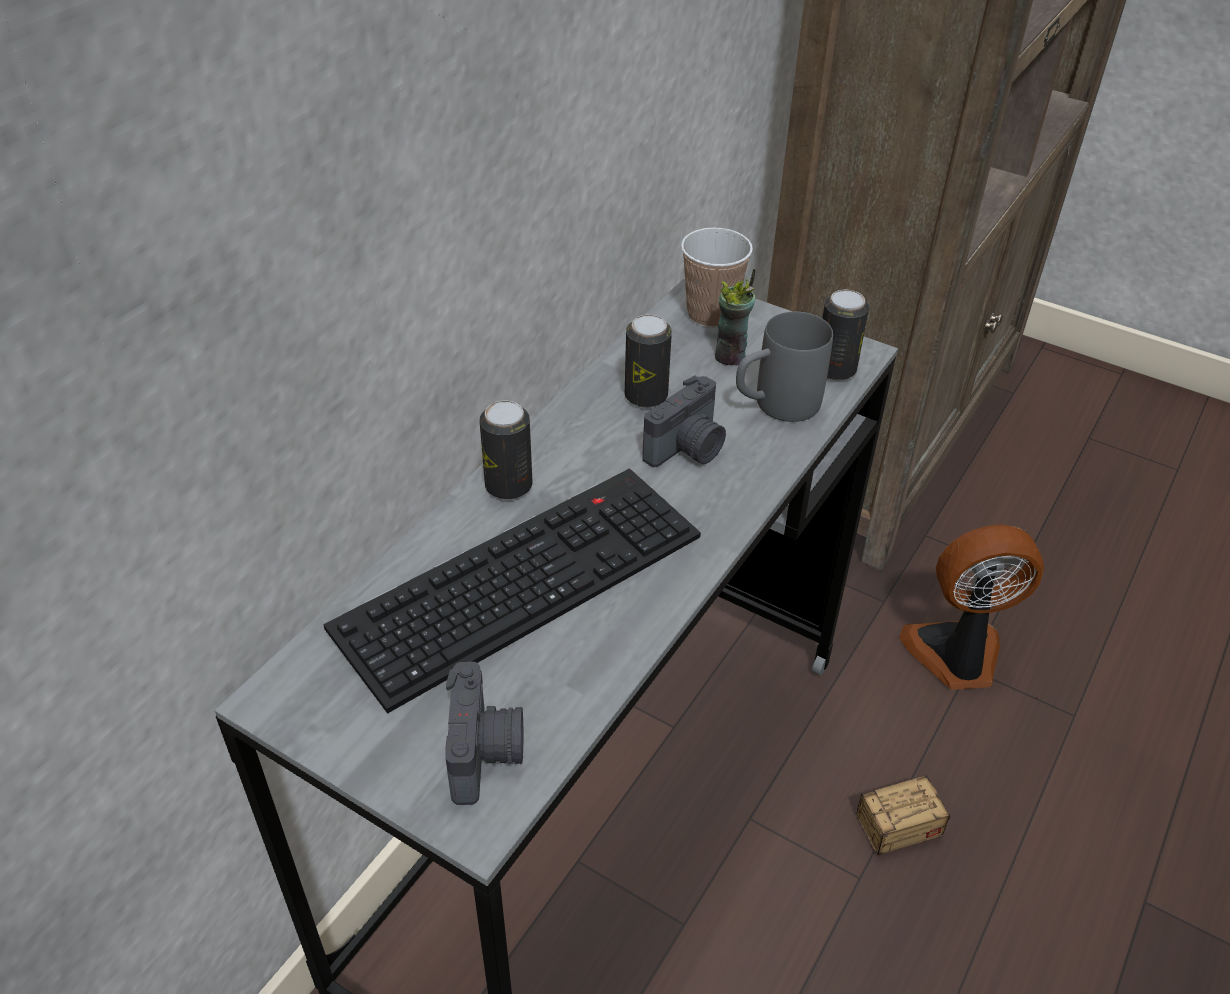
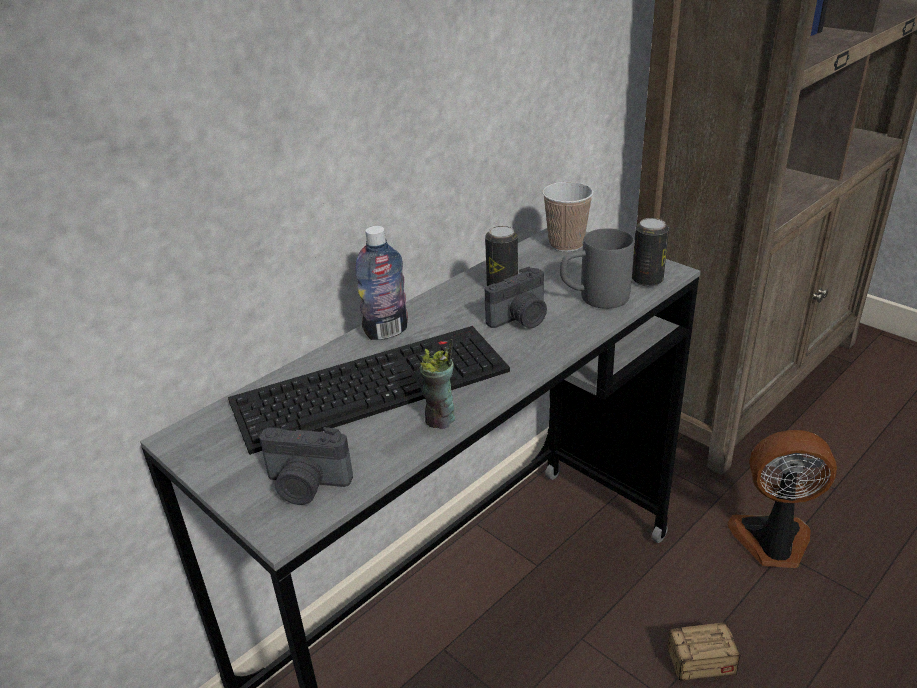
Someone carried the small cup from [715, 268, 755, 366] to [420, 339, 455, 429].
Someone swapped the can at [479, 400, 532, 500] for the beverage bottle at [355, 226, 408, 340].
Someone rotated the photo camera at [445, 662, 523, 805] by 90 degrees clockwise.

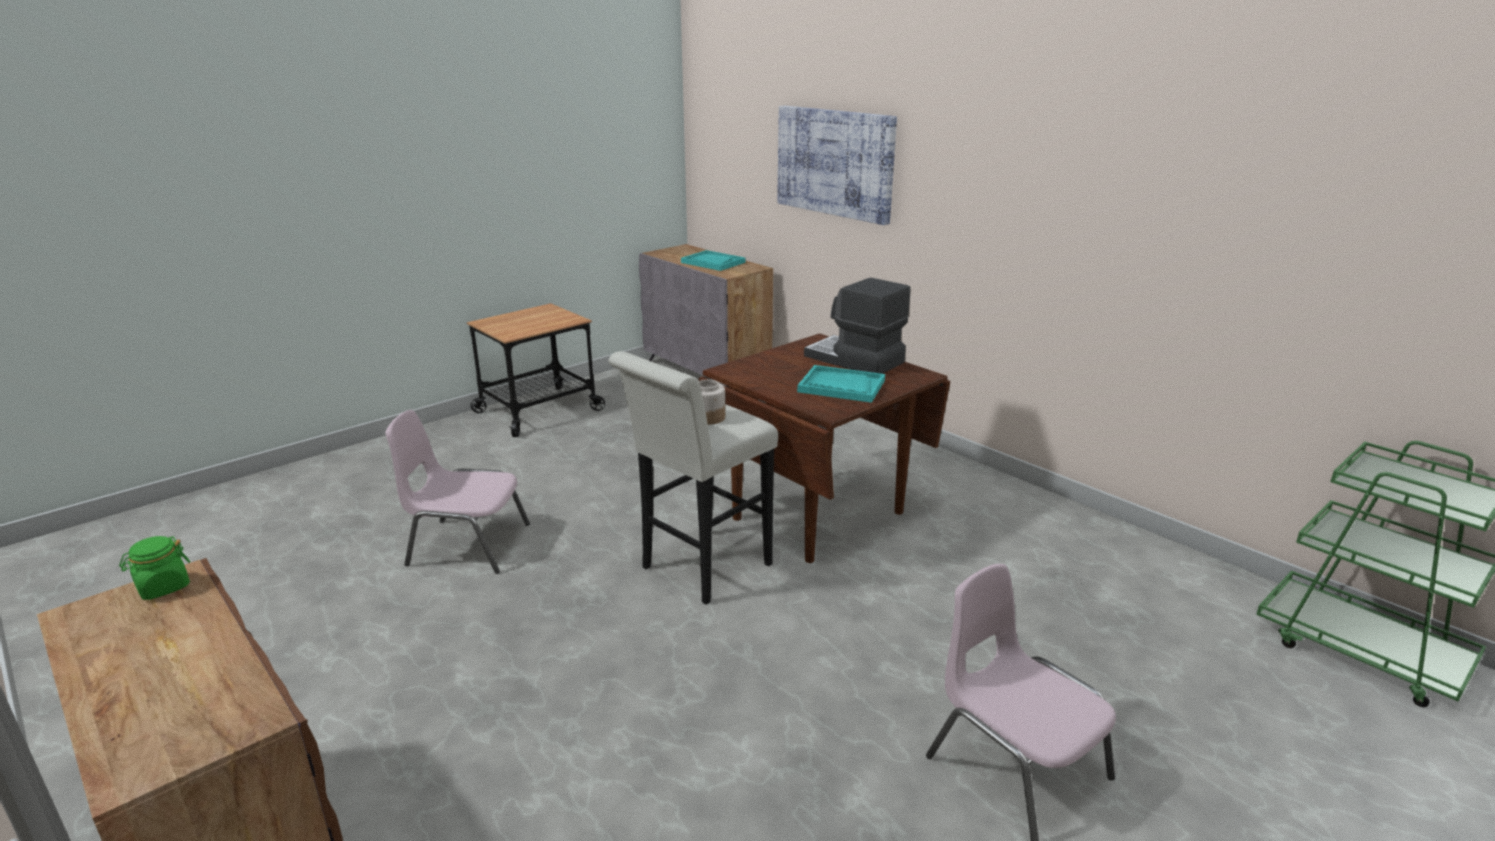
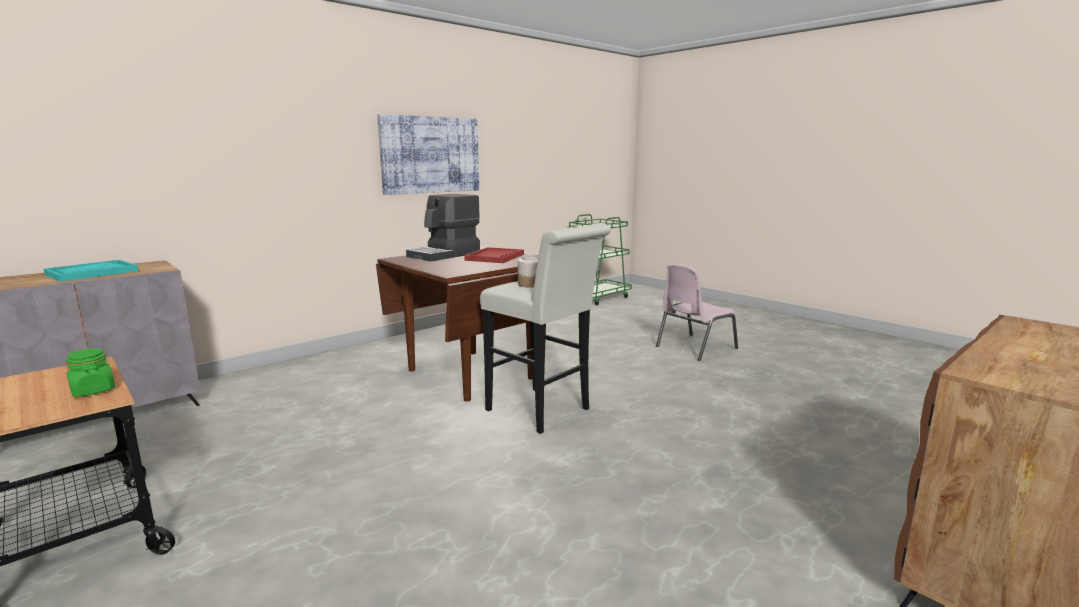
Someone took away the pinkish chair at [385, 410, 530, 574].
Someone carried the green preserve jar from [119, 536, 190, 600] to [66, 348, 115, 397].
Someone carried the picture from [777, 106, 897, 225] to [377, 114, 479, 195].
Someone repainted the turquoise-coloured carrying tray at [797, 365, 885, 403], which became the red-coloured carrying tray at [464, 247, 524, 263].

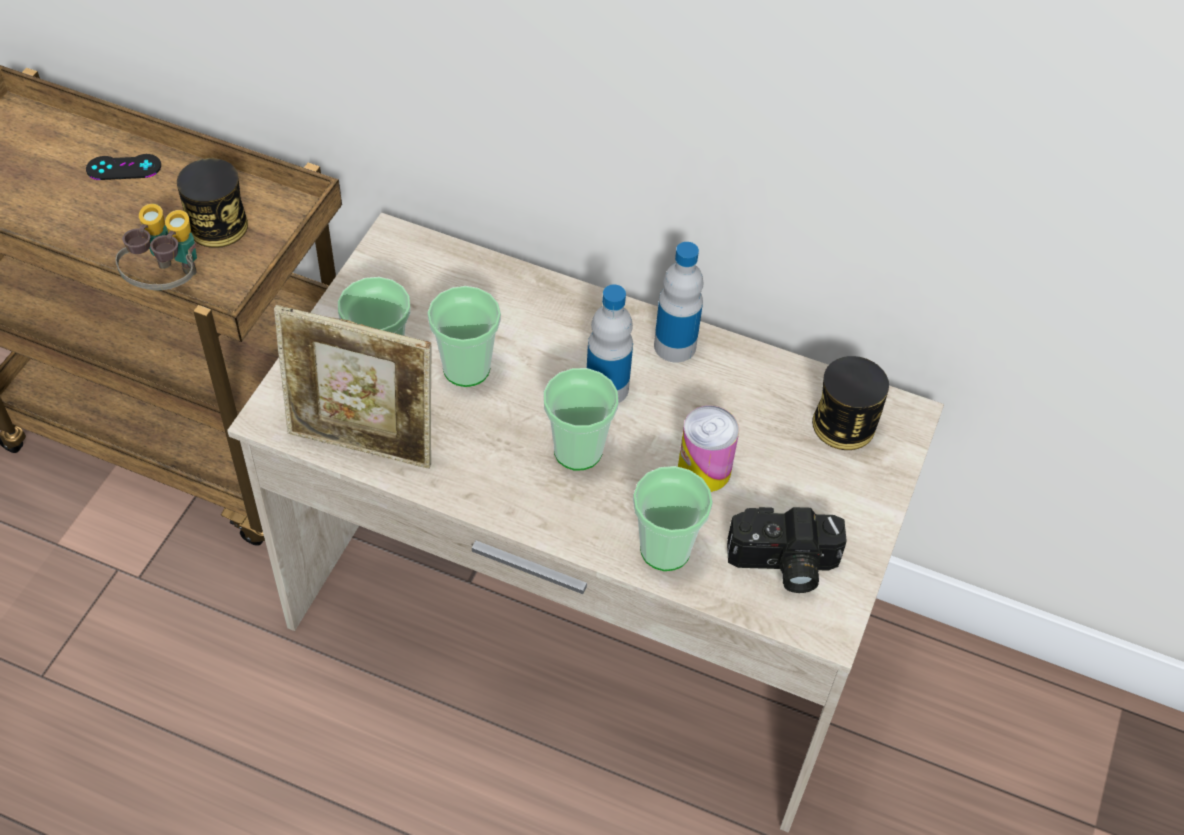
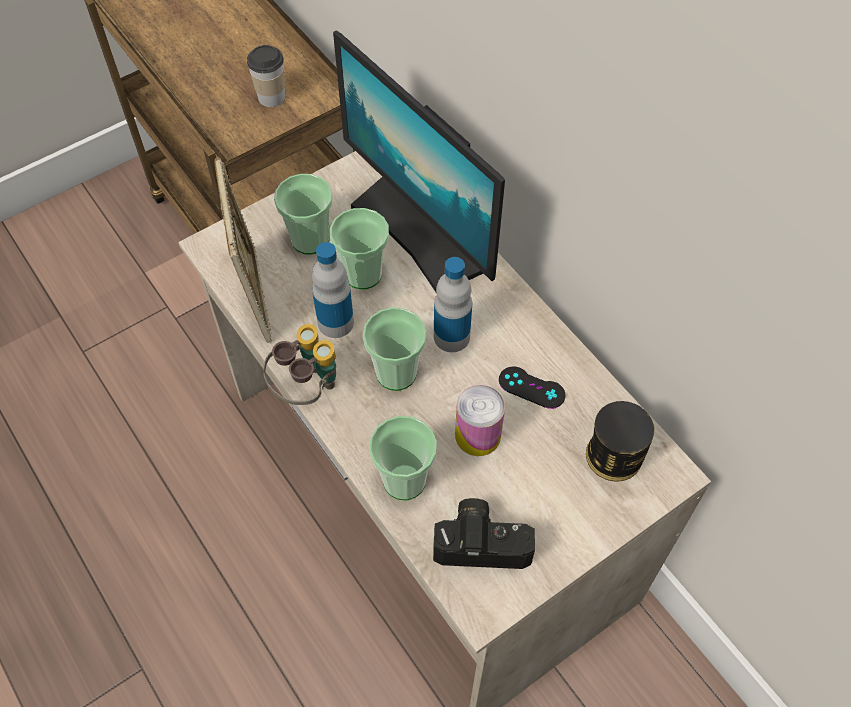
Someone put down the computer screen at [333, 31, 505, 292].
Someone carried the black-coloured joypad from [86, 154, 161, 180] to [499, 367, 565, 409].
Someone carried the pair of binoculars from [115, 204, 197, 290] to [263, 324, 336, 405].
Someone carried the beverage bottle from [654, 242, 704, 363] to [312, 242, 354, 338].
Someone swapped the can at [177, 158, 248, 248] for the small cup at [247, 45, 285, 107].
Someone rotated the standing frame at [274, 305, 432, 468] by 150 degrees counterclockwise.
Someone rotated the photo camera at [727, 507, 847, 593] by 150 degrees clockwise.

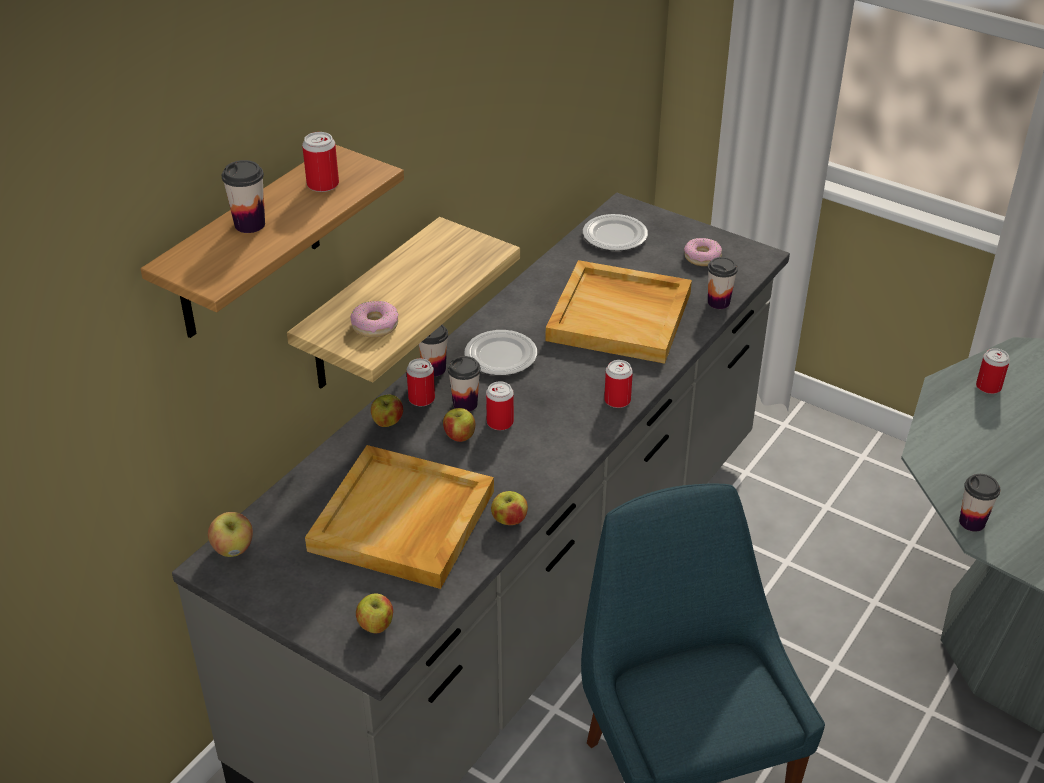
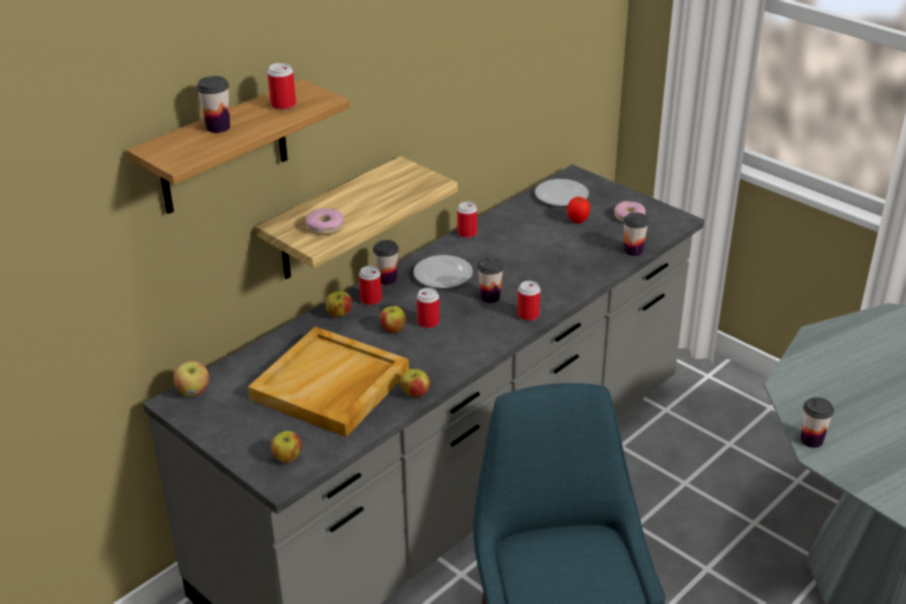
Someone took away the sand-coloured carrying tray at [546, 260, 692, 364].
Someone put down the tomato at [567, 197, 590, 223].
Someone carried the small cup from [448, 356, 481, 412] to [477, 257, 504, 303].
Someone carried the can from [976, 348, 1010, 394] to [457, 201, 477, 238].

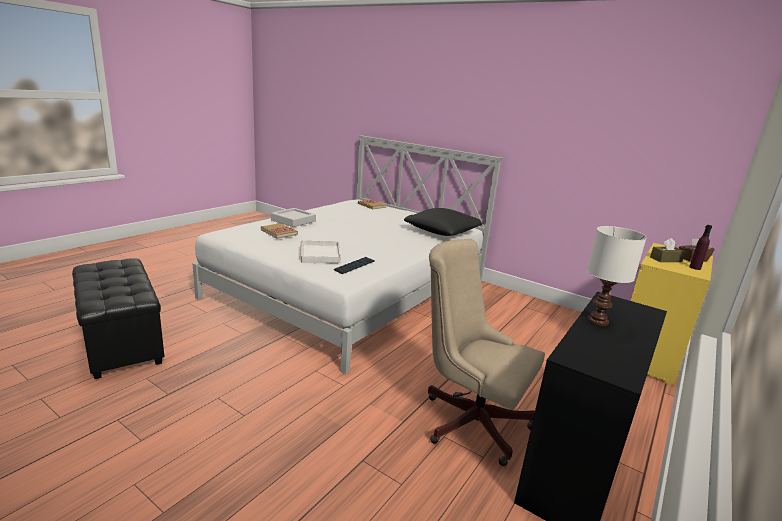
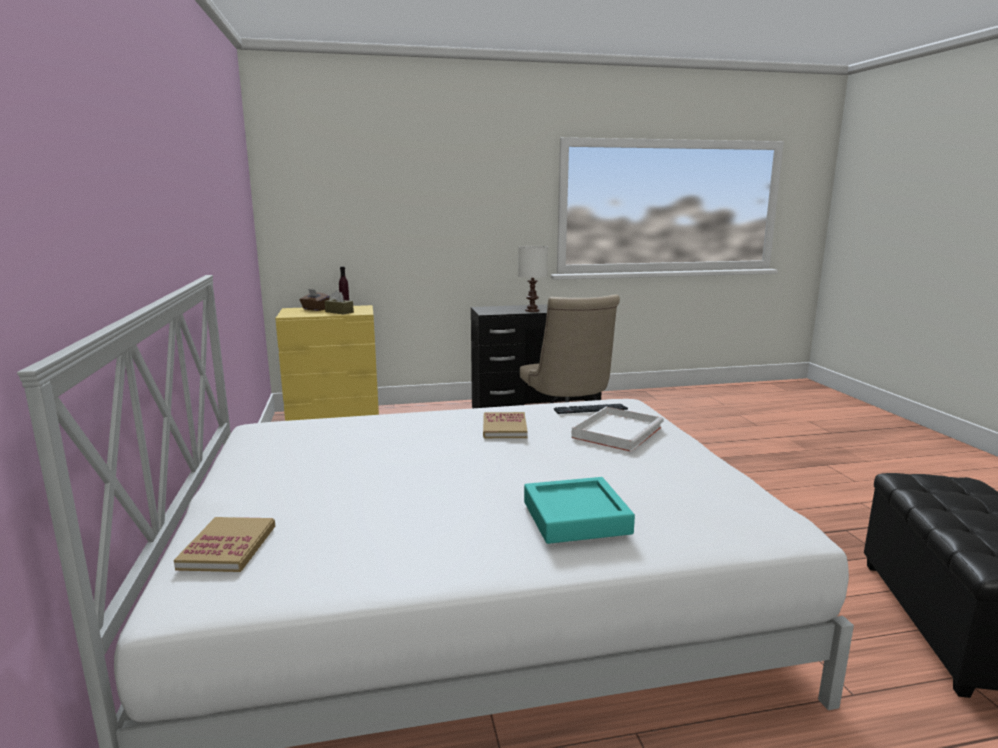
Someone took away the black-coloured throw pillow at [404, 208, 482, 236].
Someone carried the book from [261, 223, 298, 239] to [483, 412, 527, 438].
Someone repainted the greyish carrying tray at [271, 208, 316, 227], which became the turquoise-coloured carrying tray at [524, 477, 635, 544].

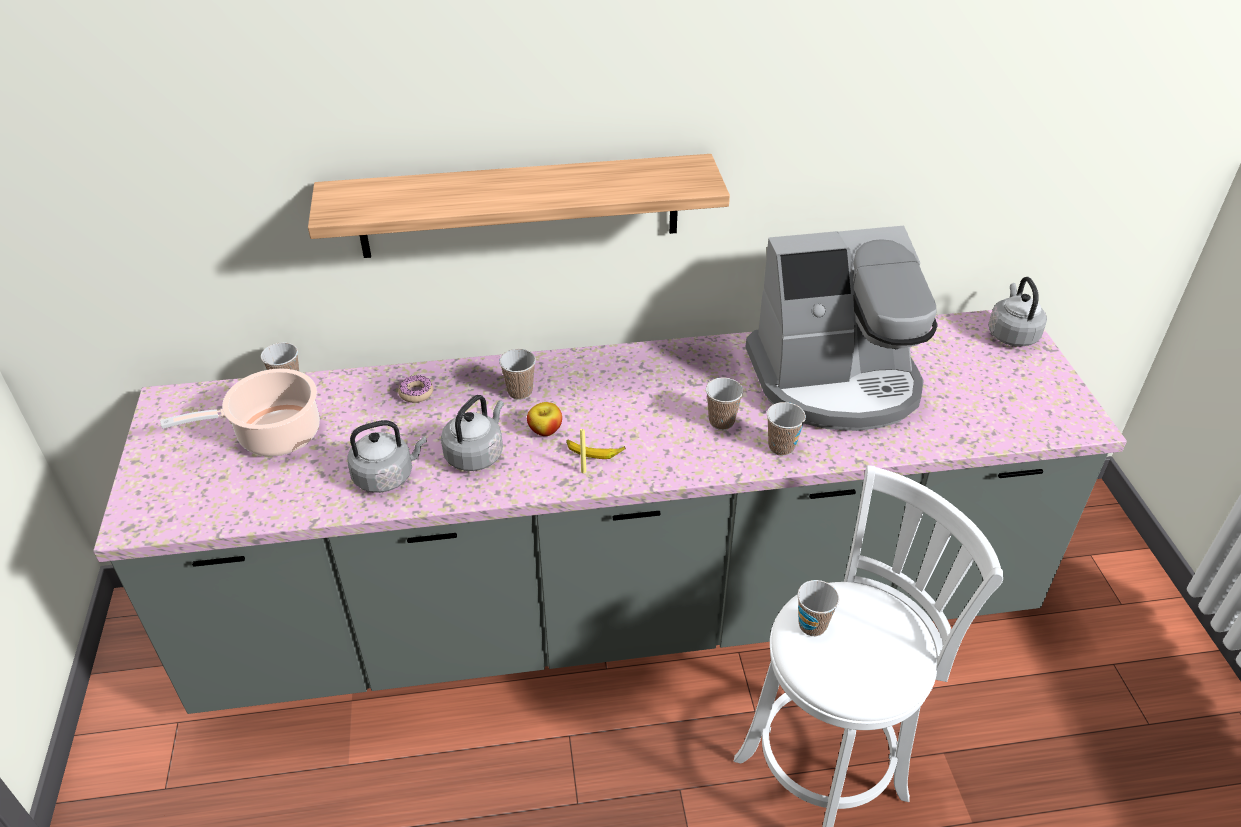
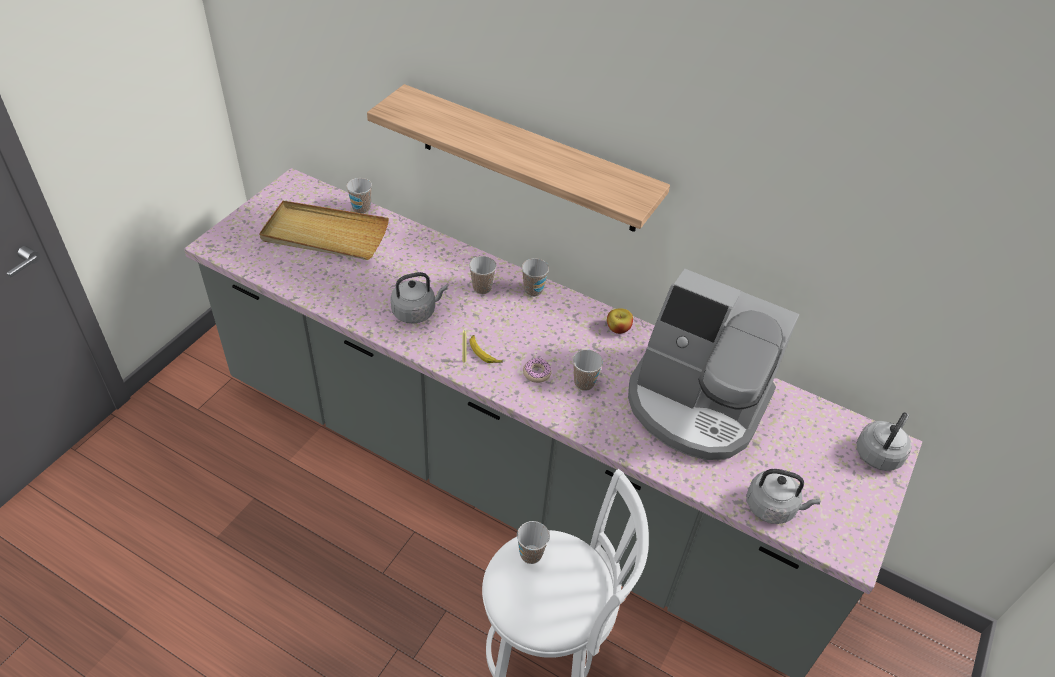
Someone carried the greyish kettle from [347, 420, 427, 493] to [747, 469, 820, 524].
Someone carried the ring doughnut from [398, 375, 433, 403] to [523, 358, 552, 383].
Someone carried the apple from [527, 402, 562, 436] to [607, 308, 633, 334].
Someone carried the small cup from [767, 402, 806, 456] to [522, 258, 549, 297].
Someone swapped the cooking pot at [160, 368, 320, 456] for the sand-coloured carrying tray at [259, 201, 389, 260].

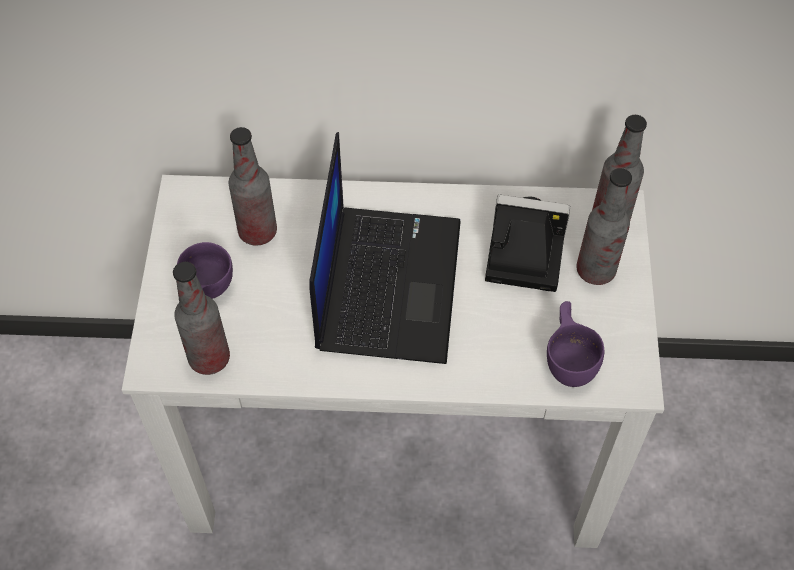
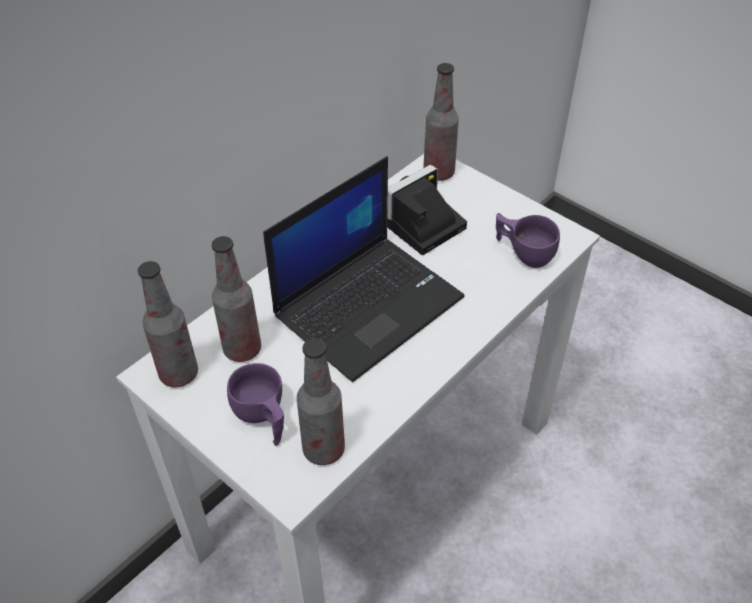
Someone carried the beverage bottle from [577, 168, 632, 285] to [138, 261, 198, 387].
Someone rotated the notebook computer at [309, 132, 461, 364] by 90 degrees clockwise.

